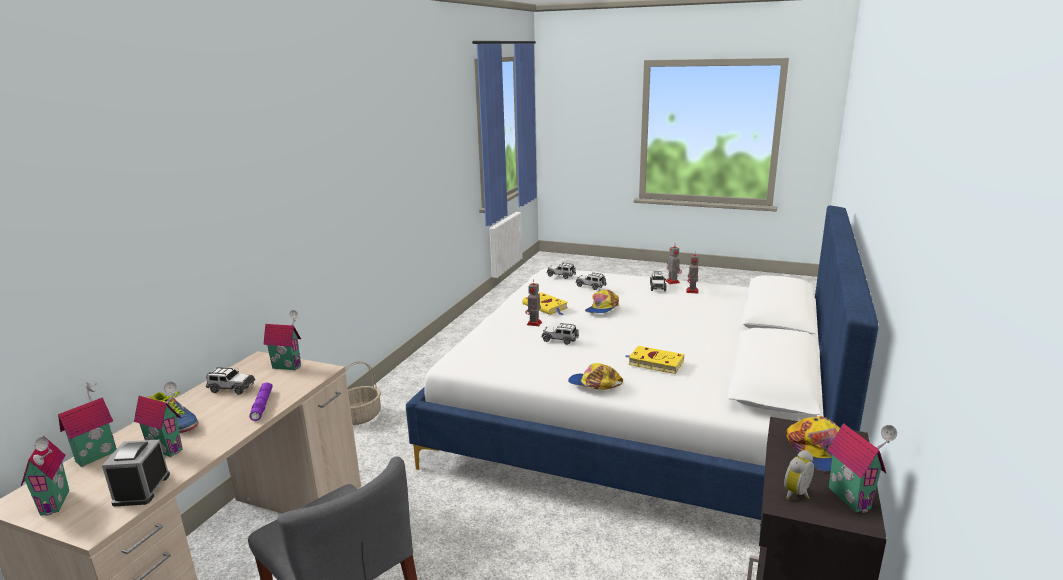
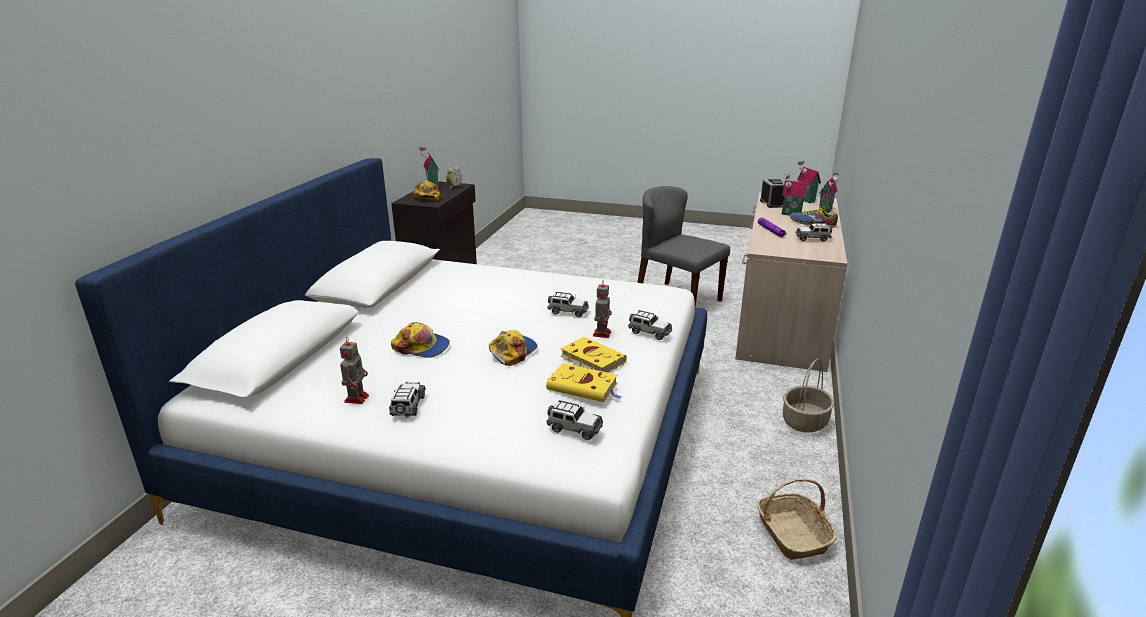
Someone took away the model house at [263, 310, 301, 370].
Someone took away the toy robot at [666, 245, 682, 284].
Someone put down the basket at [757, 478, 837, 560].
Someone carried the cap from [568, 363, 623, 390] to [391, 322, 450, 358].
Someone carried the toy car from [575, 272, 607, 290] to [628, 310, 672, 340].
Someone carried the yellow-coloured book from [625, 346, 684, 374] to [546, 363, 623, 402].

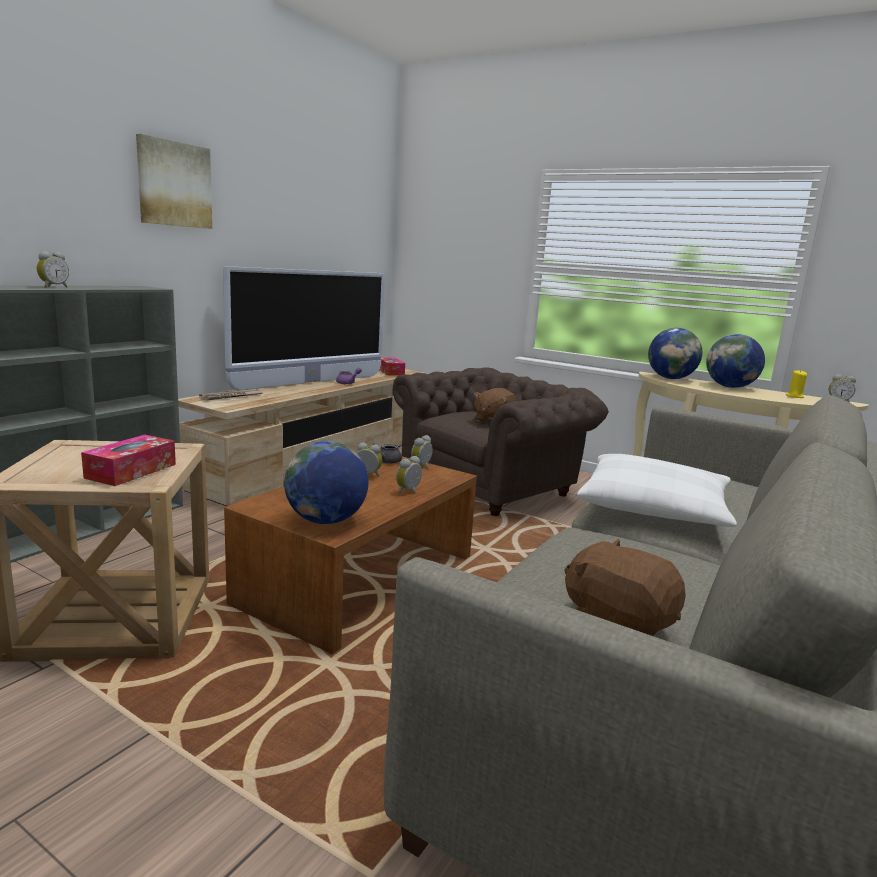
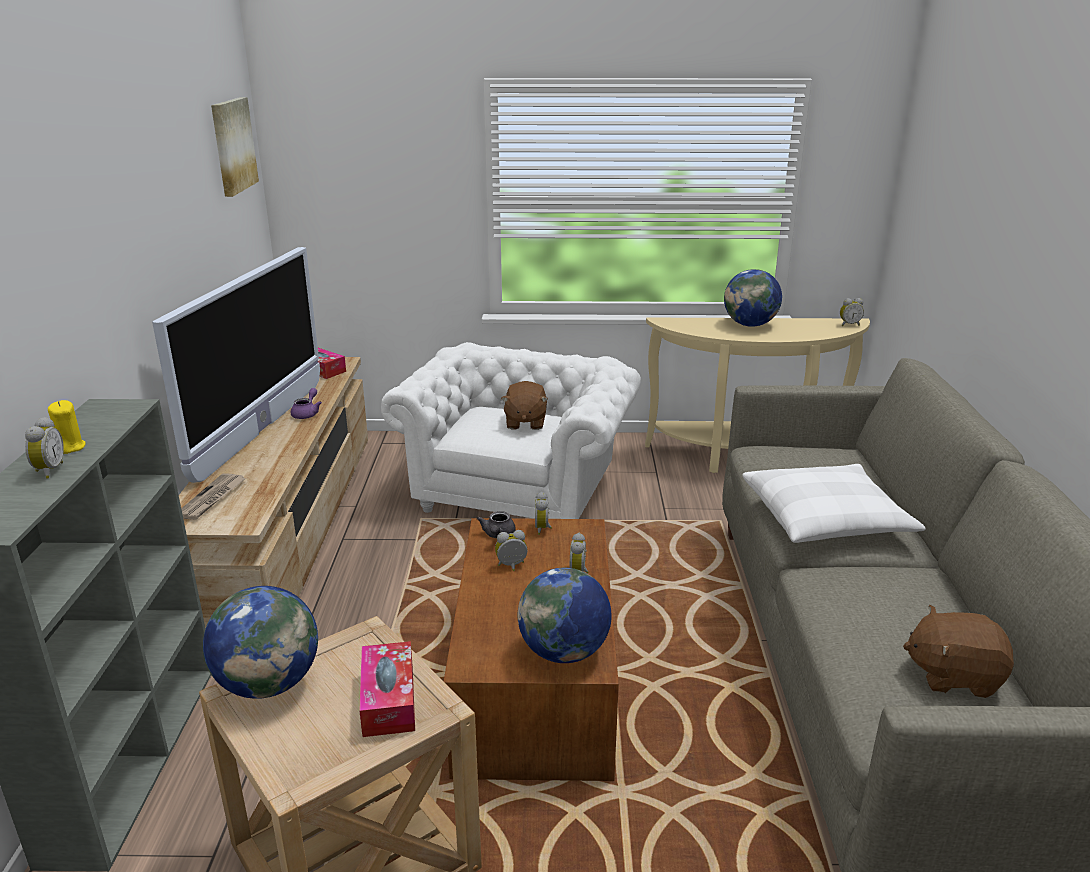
Someone carried the picture from [136, 134, 212, 229] to [211, 97, 259, 197].
Someone carried the globe from [648, 328, 702, 379] to [203, 586, 318, 699].
Someone carried the yellow-coloured candle from [786, 370, 807, 398] to [48, 400, 86, 454].
Someone repainted the brown-coloured armchair at [393, 367, 609, 516], which became the white armchair at [381, 342, 641, 519].

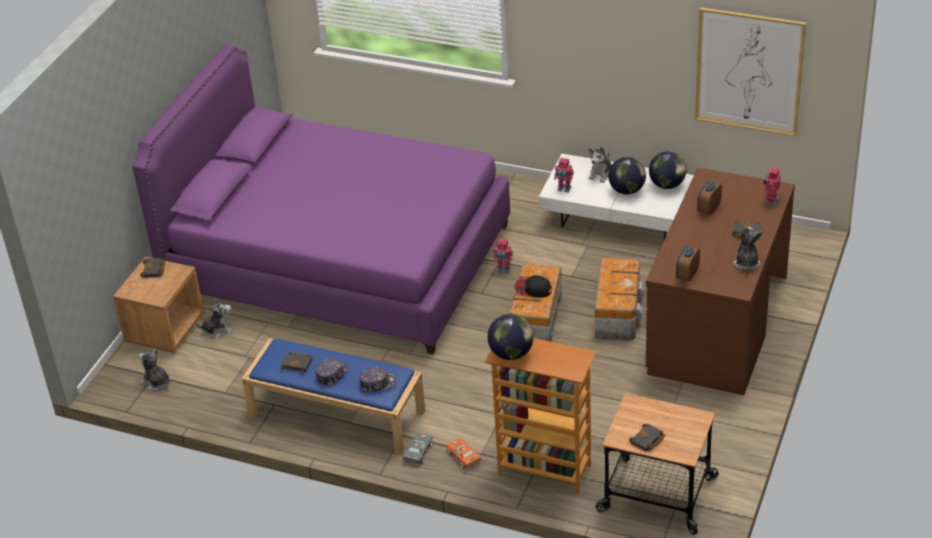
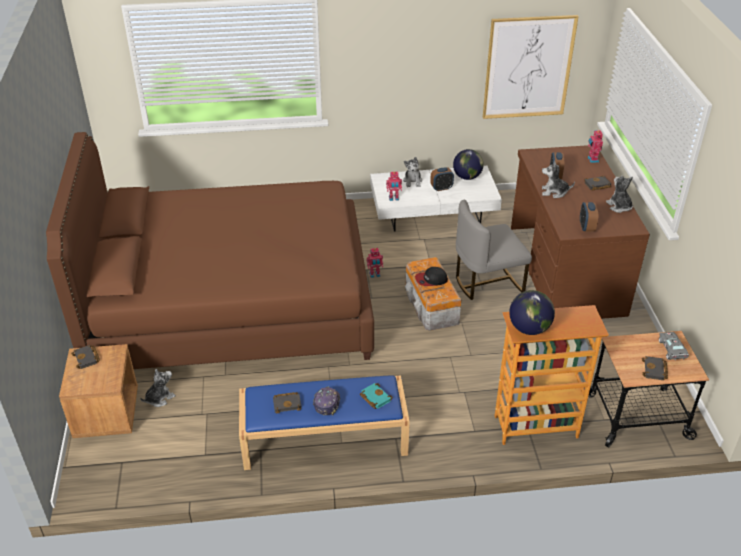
Someone took away the orange-coloured toy car at [446, 438, 481, 469].
Someone carried the soft toy from [139, 348, 170, 391] to [542, 161, 575, 198].
Someone carried the greyish toy car from [403, 433, 433, 464] to [659, 332, 689, 360].
Someone swapped the cap at [359, 367, 397, 392] for the turquoise-coloured book at [360, 383, 393, 409].
Someone swapped the storage bin at [595, 258, 645, 341] for the greyish chair at [456, 200, 532, 300].
Someone swapped the globe at [608, 157, 646, 195] for the alarm clock at [430, 167, 454, 191].
Someone repainted the purplish bed at [132, 44, 510, 355], which became the brown-coloured bed at [46, 132, 374, 369].

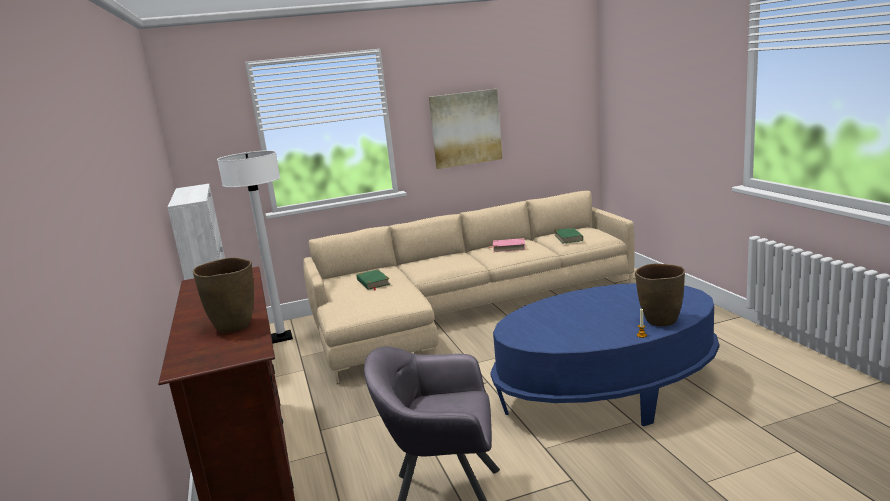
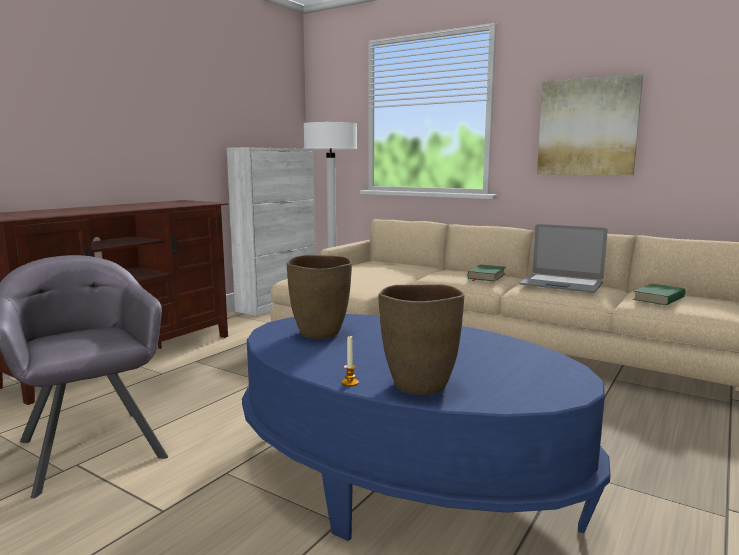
Someone carried the brown-coloured vase from [193, 257, 254, 333] to [287, 255, 352, 339].
Someone carried the green book from [357, 270, 390, 291] to [468, 265, 506, 282].
Someone swapped the pinkish book at [490, 238, 525, 252] for the notebook computer at [519, 224, 608, 292].

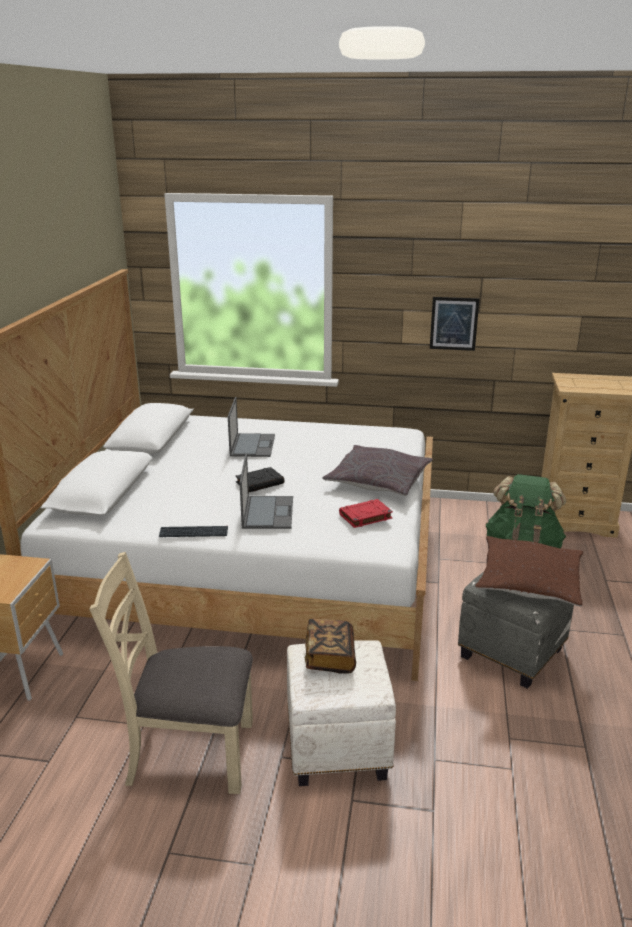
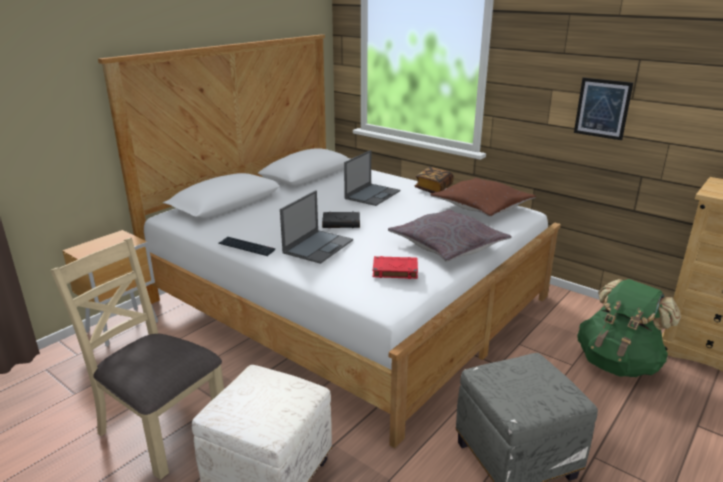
Someone carried the book from [305, 619, 356, 674] to [415, 167, 453, 193].
Someone carried the brown-coloured throw pillow from [475, 536, 583, 606] to [430, 178, 536, 217].

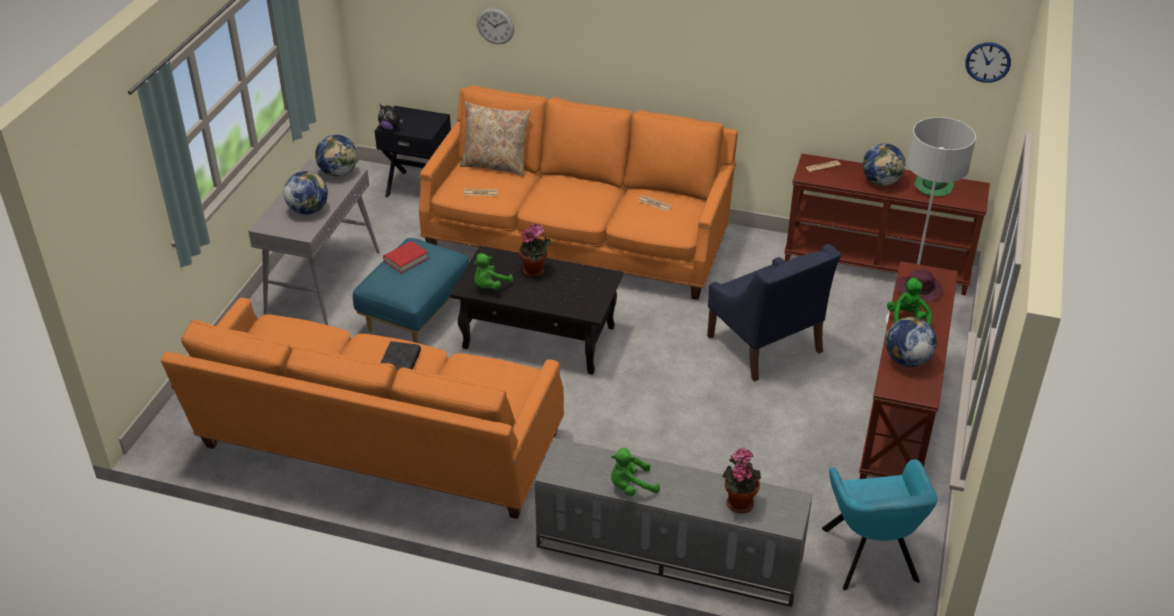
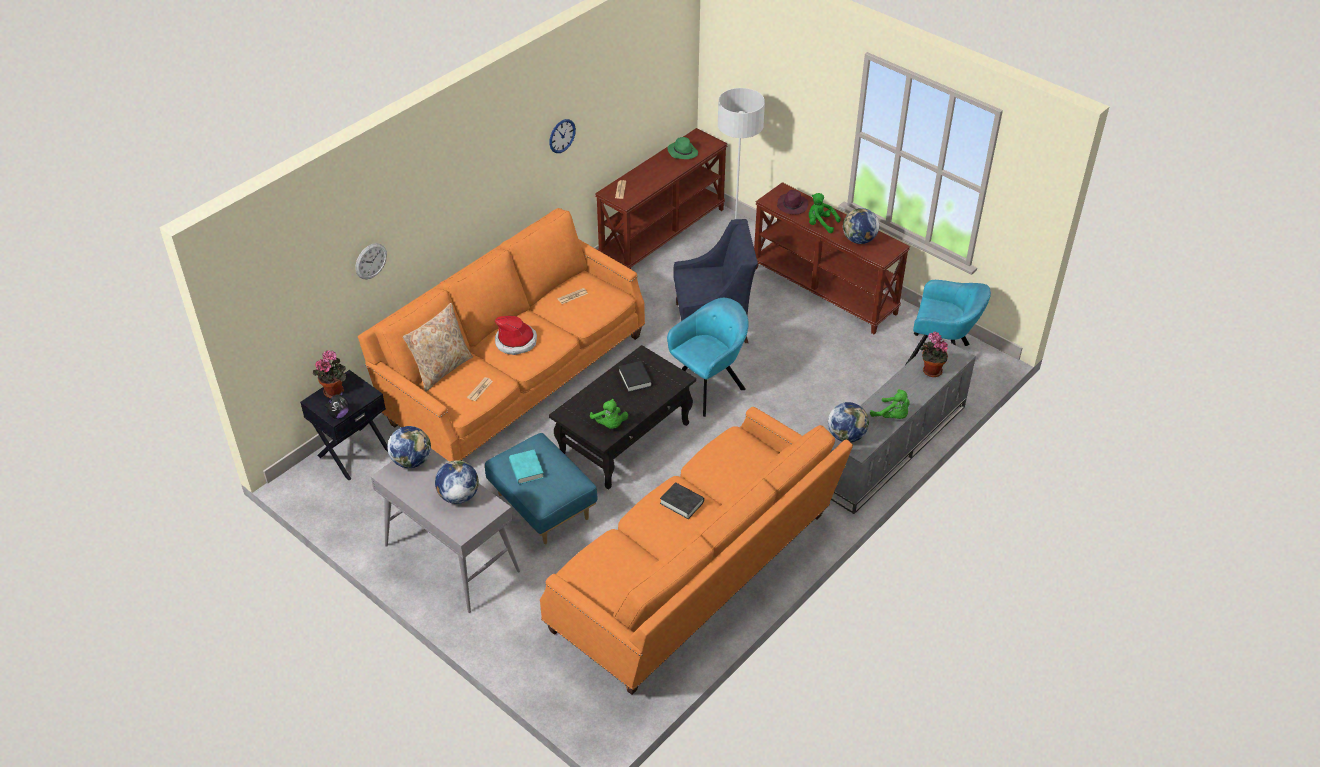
Someone put down the hat at [495, 316, 537, 355].
Someone put down the black-coloured book at [618, 361, 652, 392].
Someone put down the turquoise-coloured armchair at [667, 298, 749, 417].
Someone carried the houseplant from [519, 223, 552, 277] to [313, 350, 346, 398].
Someone carried the globe from [862, 143, 905, 186] to [828, 402, 869, 443].
Someone carried the clock on the wall from [965, 43, 1011, 83] to [549, 119, 576, 153].
Someone repainted the red-coloured book at [383, 241, 429, 273], which became the turquoise-coloured book at [509, 450, 544, 484].
Someone rotated the green soft toy at [611, 448, 660, 496] by 60 degrees counterclockwise.

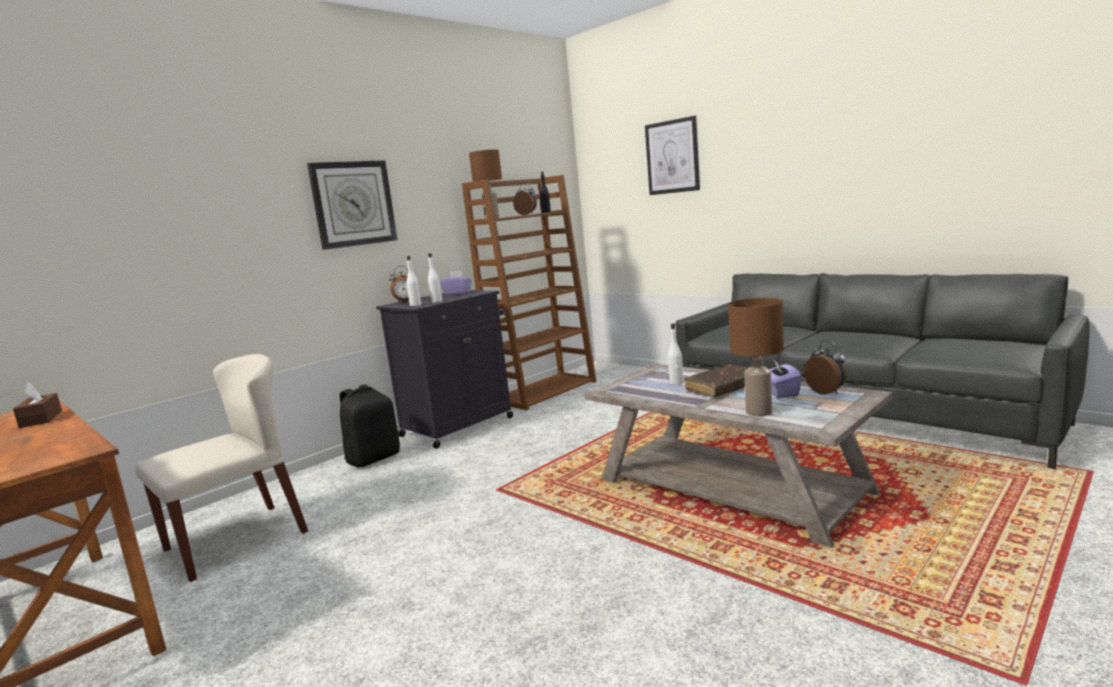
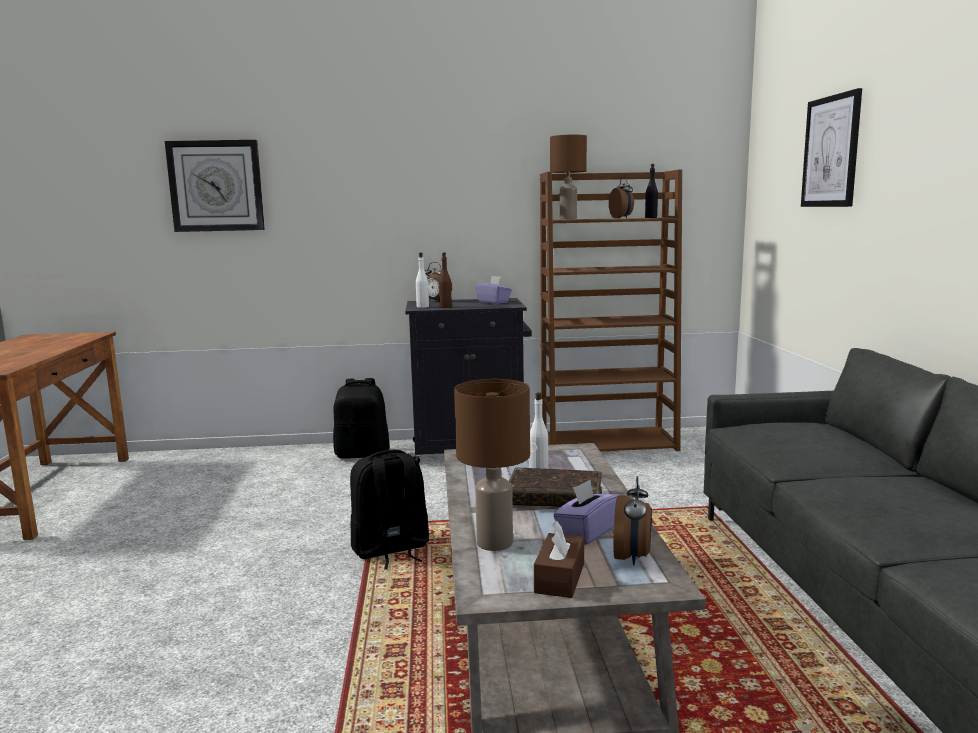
Someone took away the sand-coloured chair at [135, 354, 308, 582].
Someone put down the black-coloured rucksack at [350, 450, 429, 569].
Someone carried the brown-coloured tissue box from [13, 382, 62, 428] to [534, 521, 584, 598].
Someone carried the clock on the wall from [307, 160, 397, 250] to [165, 140, 265, 232].
Someone repainted the white beverage bottle at [428, 253, 442, 303], which became the brown-coloured beverage bottle at [439, 252, 452, 308].

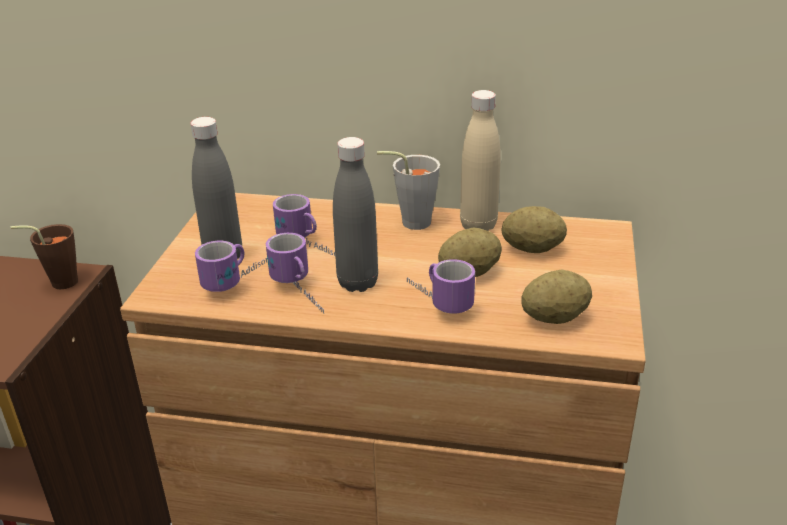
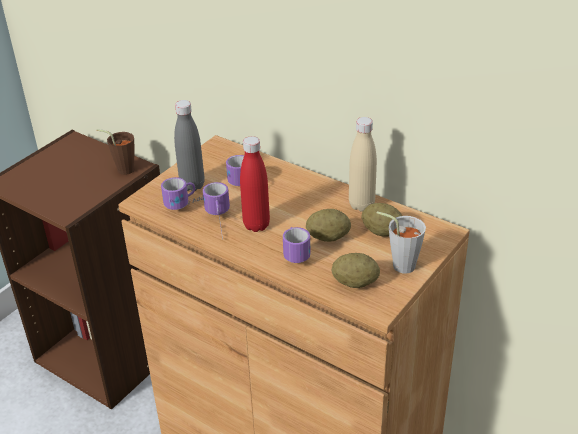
Someone carried the greyish small cup from [377, 151, 440, 230] to [377, 211, 426, 274].
Someone repainted the greyish beverage bottle at [333, 137, 378, 292], which became the red-coloured beverage bottle at [240, 136, 270, 232].

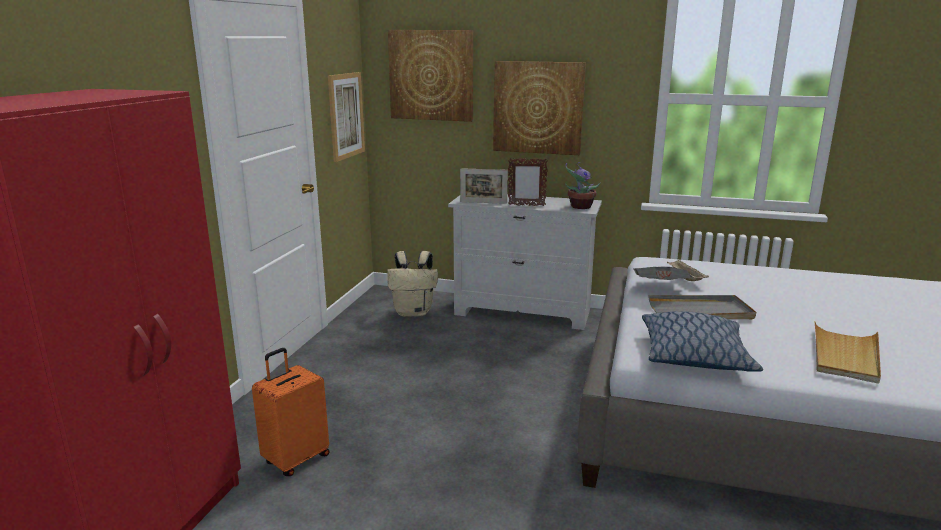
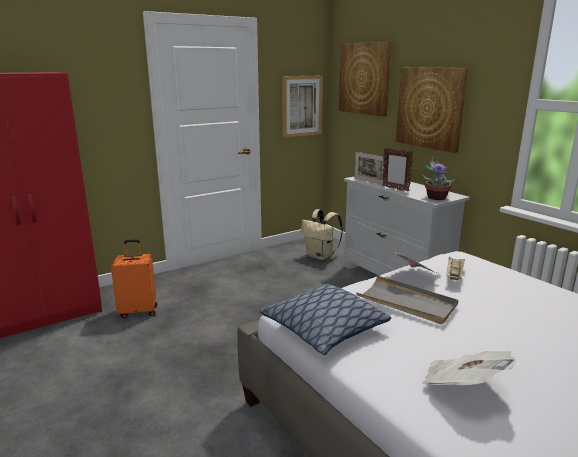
Someone swapped the sand-coloured carrying tray at [815, 322, 881, 384] for the printed paper at [422, 351, 516, 385].

